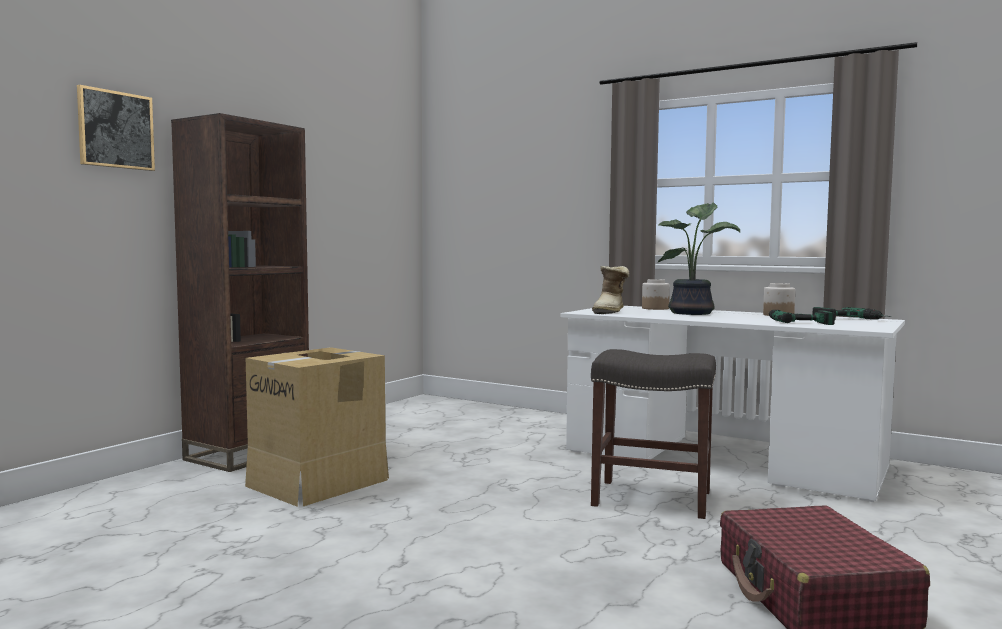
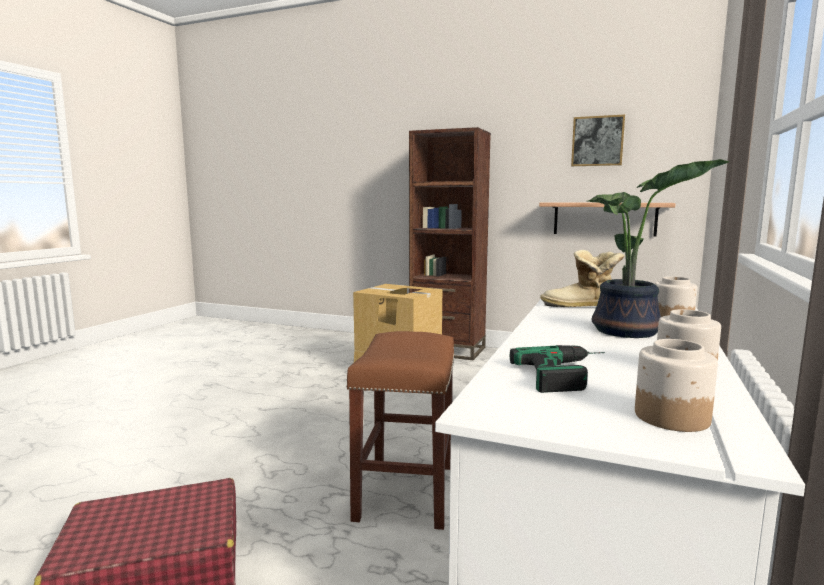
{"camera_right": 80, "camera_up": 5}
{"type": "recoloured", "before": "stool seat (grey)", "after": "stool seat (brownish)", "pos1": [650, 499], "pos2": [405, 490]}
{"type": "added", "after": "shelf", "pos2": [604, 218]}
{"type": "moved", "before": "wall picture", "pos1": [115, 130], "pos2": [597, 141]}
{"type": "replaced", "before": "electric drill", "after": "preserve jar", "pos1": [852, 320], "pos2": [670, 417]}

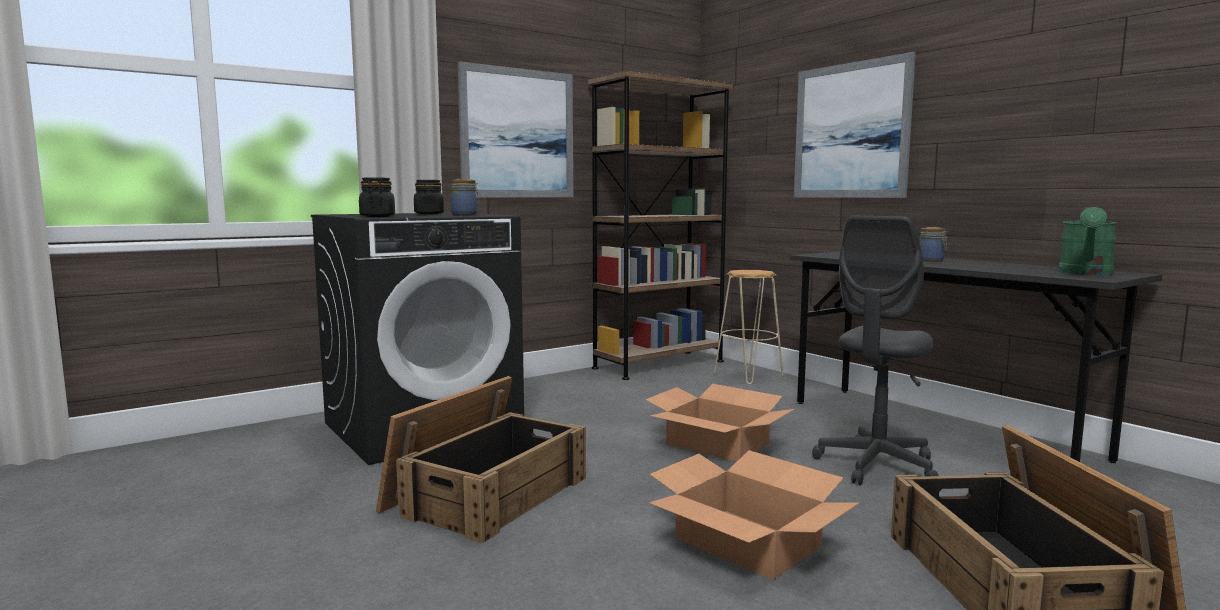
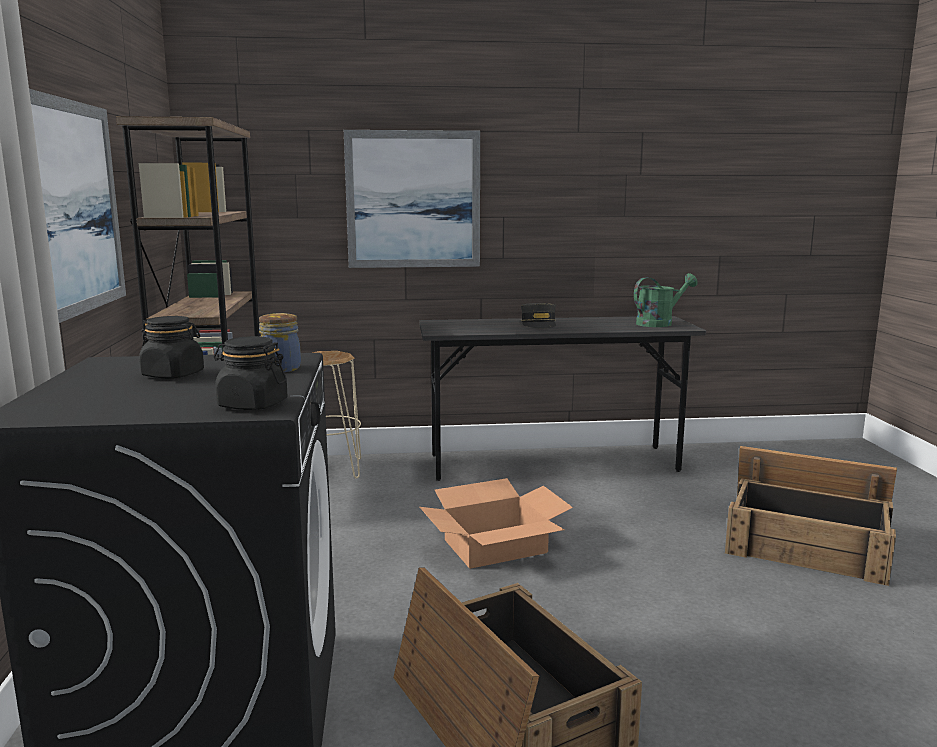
{"camera_right": -60, "camera_up": 5}
{"type": "replaced", "before": "preserve jar", "after": "baseball cap (grey)", "pos1": [931, 261], "pos2": [539, 324]}
{"type": "turned", "before": "watering can (green-coloured)", "pos1": [1086, 273], "pos2": [659, 323], "turn": -90}
{"type": "removed", "before": "packing box", "pos1": [747, 542]}
{"type": "removed", "before": "desk chair (grey)", "pos1": [876, 465]}

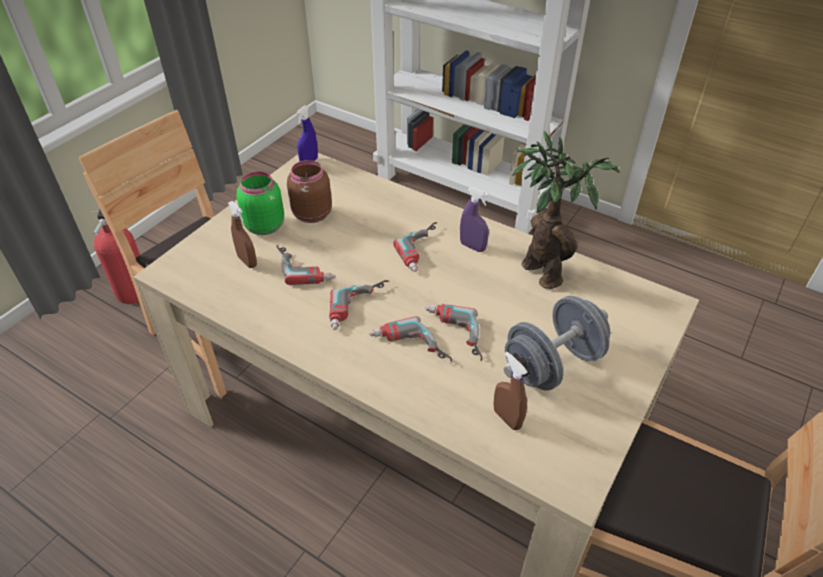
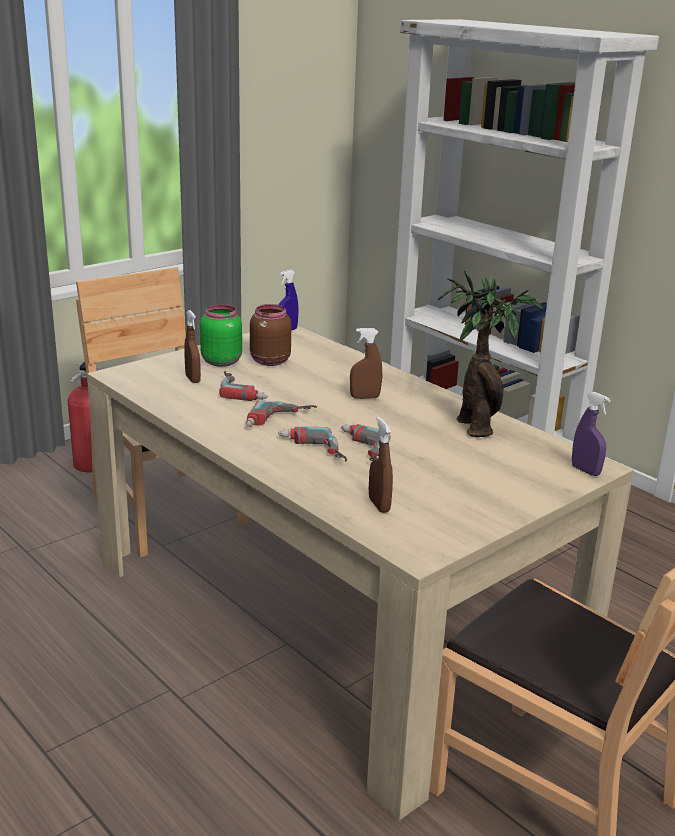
{"camera_right": 15, "camera_up": -20}
{"type": "replaced", "before": "electric drill", "after": "hand sprayer (brownish)", "pos1": [424, 250], "pos2": [365, 397]}
{"type": "moved", "before": "hand sprayer (purple-coloured)", "pos1": [472, 247], "pos2": [585, 471]}
{"type": "removed", "before": "hand weight (grey)", "pos1": [552, 364]}

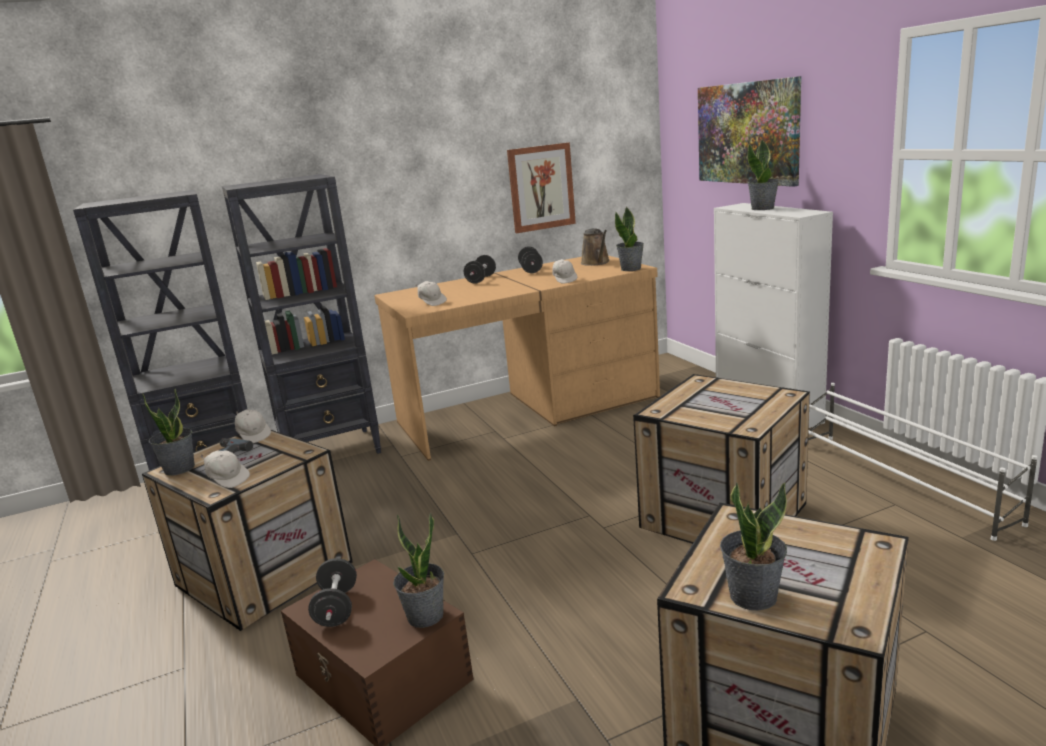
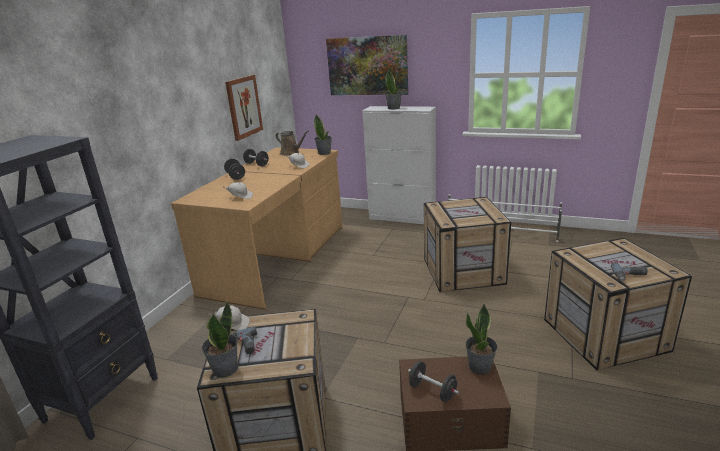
{"camera_right": -45, "camera_up": 5}
{"type": "replaced", "before": "potted plant", "after": "electric drill", "pos1": [752, 595], "pos2": [630, 276]}
{"type": "removed", "before": "baseball cap (white)", "pos1": [228, 479]}
{"type": "removed", "before": "bookshelf (blackish)", "pos1": [332, 451]}

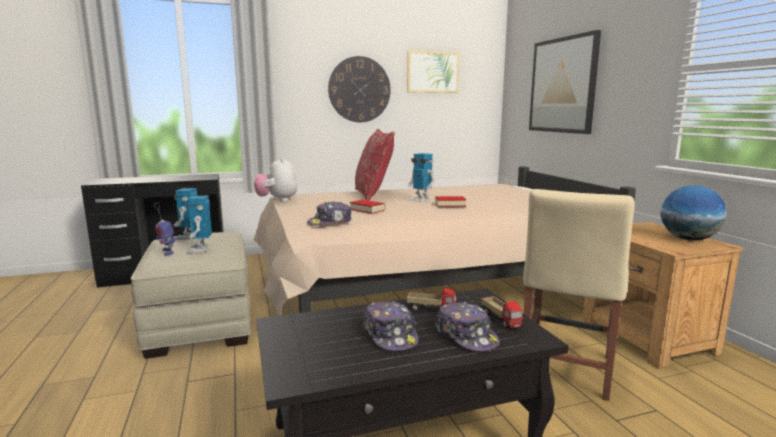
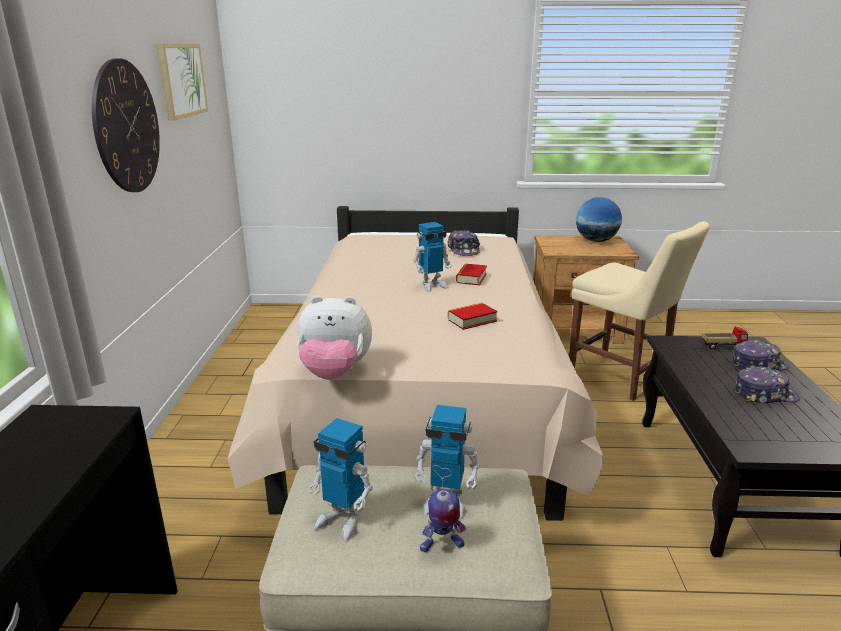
{"camera_right": -70, "camera_up": 10}
{"type": "moved", "before": "baseball cap", "pos1": [330, 222], "pos2": [463, 250]}
{"type": "removed", "before": "pillow (red-coloured)", "pos1": [373, 194]}
{"type": "removed", "before": "toy truck", "pos1": [431, 310]}
{"type": "removed", "before": "wall picture", "pos1": [563, 85]}

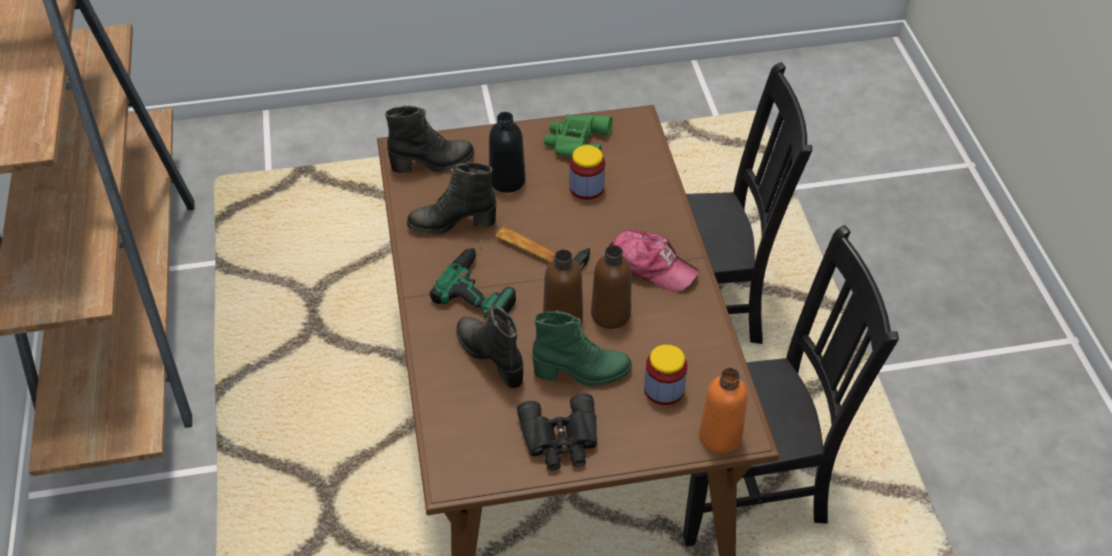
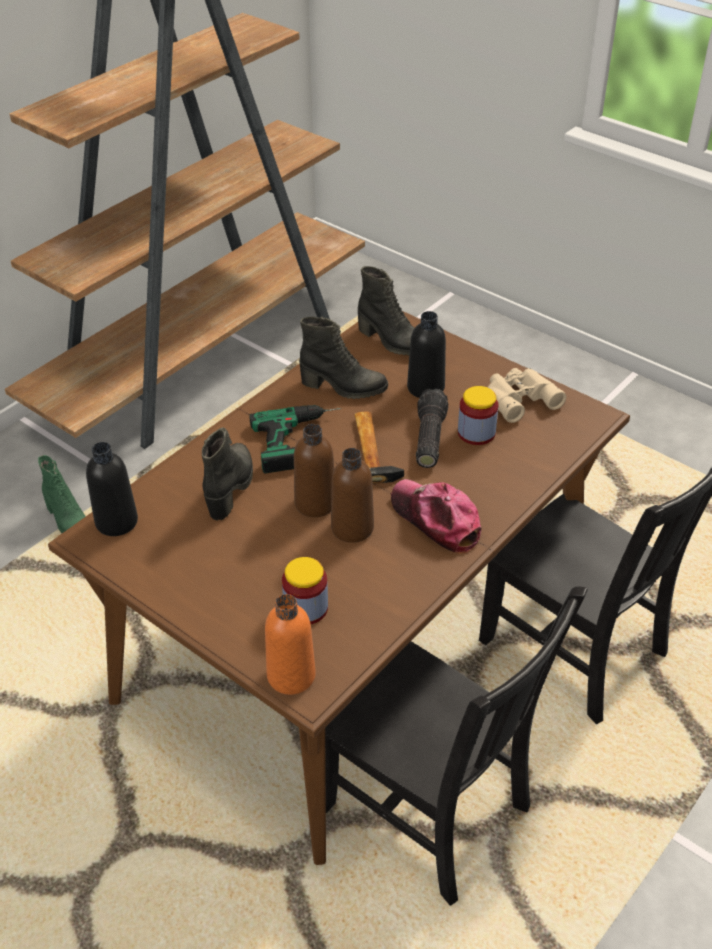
{"camera_right": 50, "camera_up": -5}
{"type": "moved", "before": "boot (green-coloured)", "pos1": [582, 373], "pos2": [68, 522]}
{"type": "added", "after": "drink bottle (blackish)", "pos2": [116, 522]}
{"type": "turned", "before": "boot (blackish)", "pos1": [452, 223], "pos2": [343, 387], "turn": 150}
{"type": "turned", "before": "baseball cap", "pos1": [650, 266], "pos2": [435, 520], "turn": 150}
{"type": "added", "after": "hand torch", "pos2": [428, 438]}
{"type": "recoloured", "before": "field glasses (green-coloured)", "after": "field glasses (beige-coloured)", "pos1": [575, 142], "pos2": [518, 398]}
{"type": "removed", "before": "field glasses (blackish)", "pos1": [561, 439]}

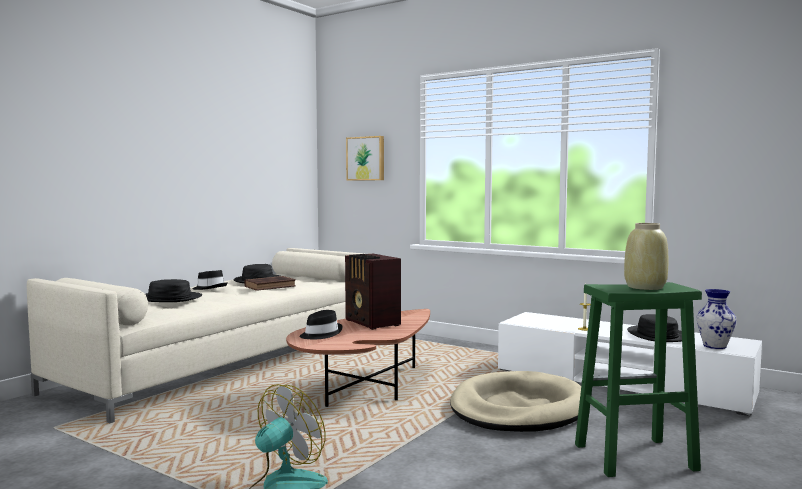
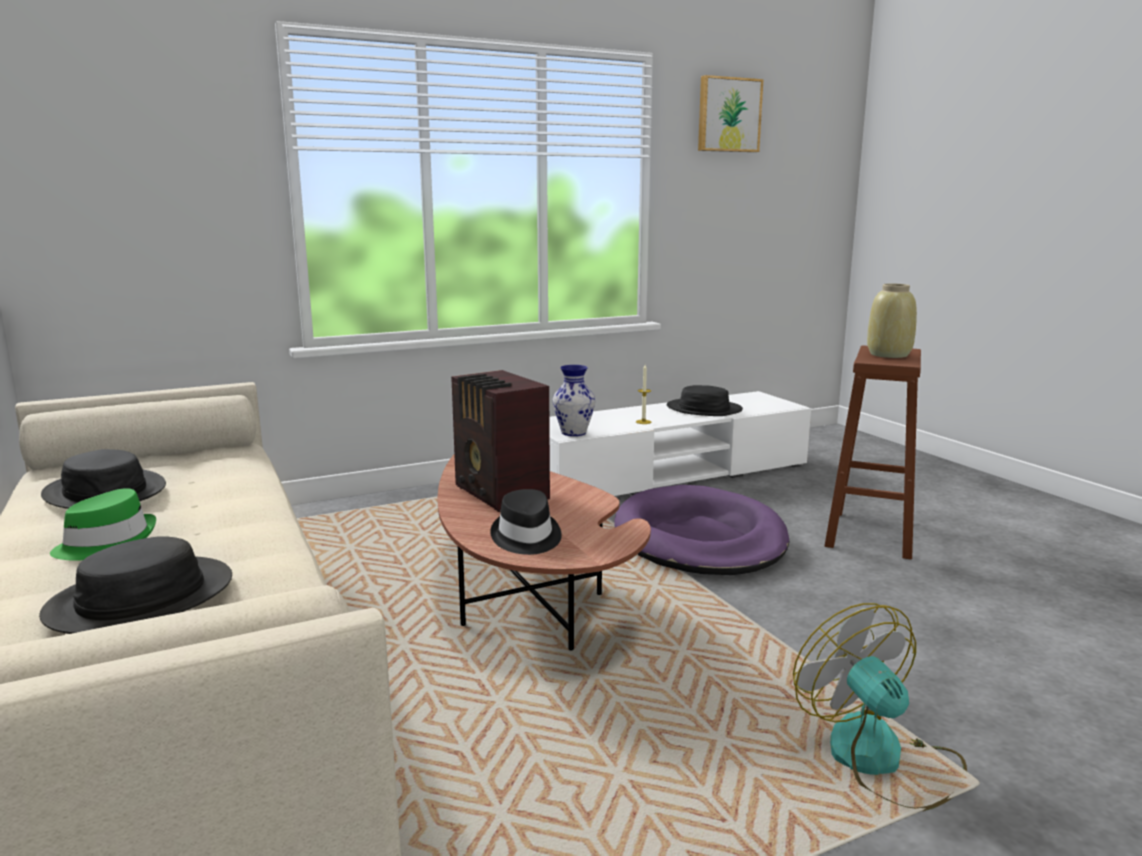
{"camera_right": -60, "camera_up": 10}
{"type": "recoloured", "before": "wearable hat (blackish)", "after": "wearable hat (green-coloured)", "pos1": [210, 288], "pos2": [107, 542]}
{"type": "turned", "before": "radio receiver", "pos1": [372, 323], "pos2": [500, 494], "turn": 60}
{"type": "moved", "before": "decorative vase", "pos1": [714, 346], "pos2": [573, 433]}
{"type": "recoloured", "before": "pet bed (beige-coloured)", "after": "pet bed (purple-coloured)", "pos1": [518, 408], "pos2": [699, 539]}
{"type": "moved", "before": "wall picture", "pos1": [366, 158], "pos2": [728, 115]}
{"type": "recoloured", "before": "stool seat (green-coloured)", "after": "stool seat (brownish)", "pos1": [633, 457], "pos2": [870, 535]}
{"type": "removed", "before": "volume (brownish)", "pos1": [271, 286]}

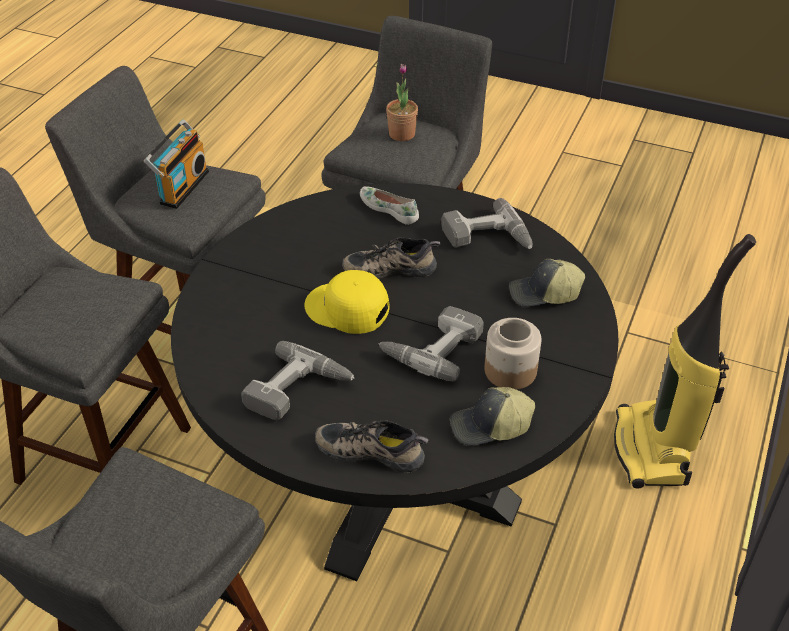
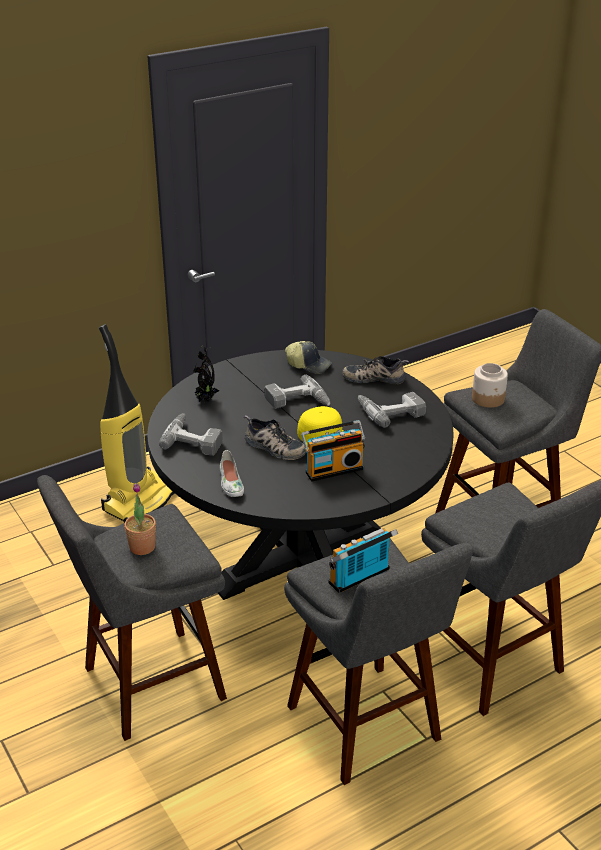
{"camera_right": -145, "camera_up": -10}
{"type": "replaced", "before": "baseball cap", "after": "potted plant", "pos1": [544, 294], "pos2": [205, 400]}
{"type": "added", "after": "radio receiver", "pos2": [333, 469]}
{"type": "turned", "before": "shoe", "pos1": [372, 450], "pos2": [374, 377], "turn": 135}
{"type": "moved", "before": "preserve jar", "pos1": [509, 371], "pos2": [488, 399]}

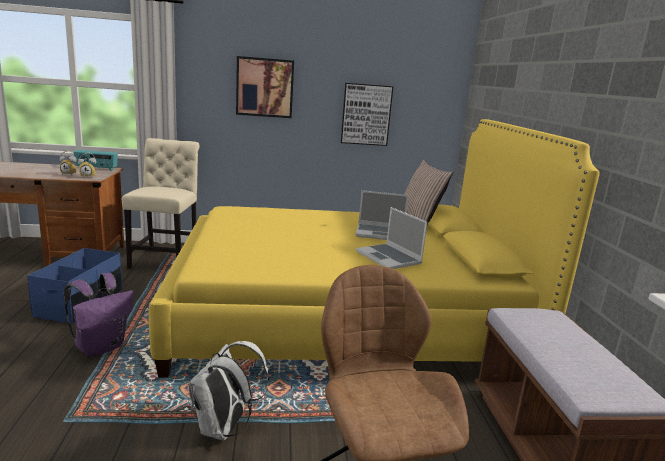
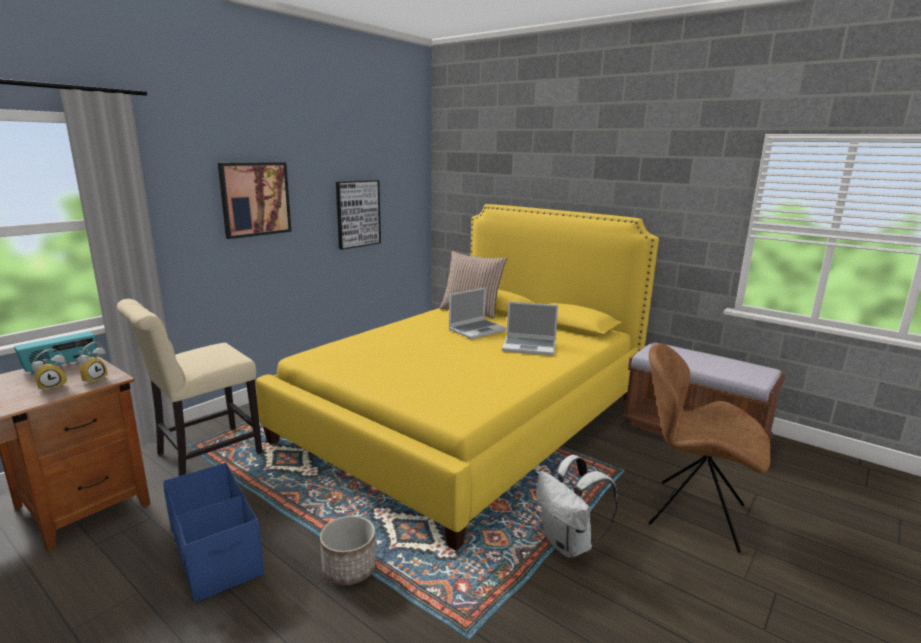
{"camera_right": -45, "camera_up": 0}
{"type": "turned", "before": "upright chair (beige-coloured)", "pos1": [166, 259], "pos2": [203, 455], "turn": -90}
{"type": "replaced", "before": "rucksack (purple-coloured)", "after": "flower pot", "pos1": [101, 347], "pos2": [349, 568]}

